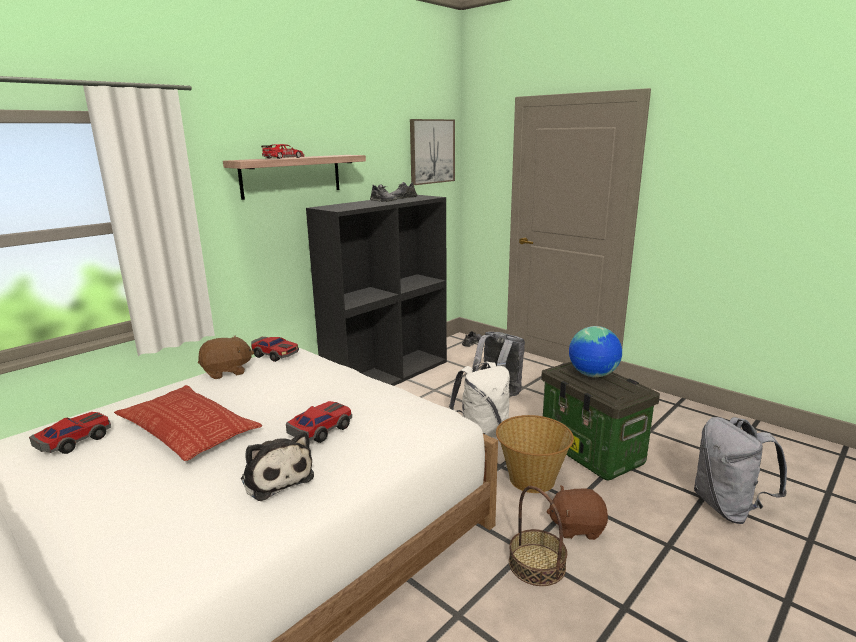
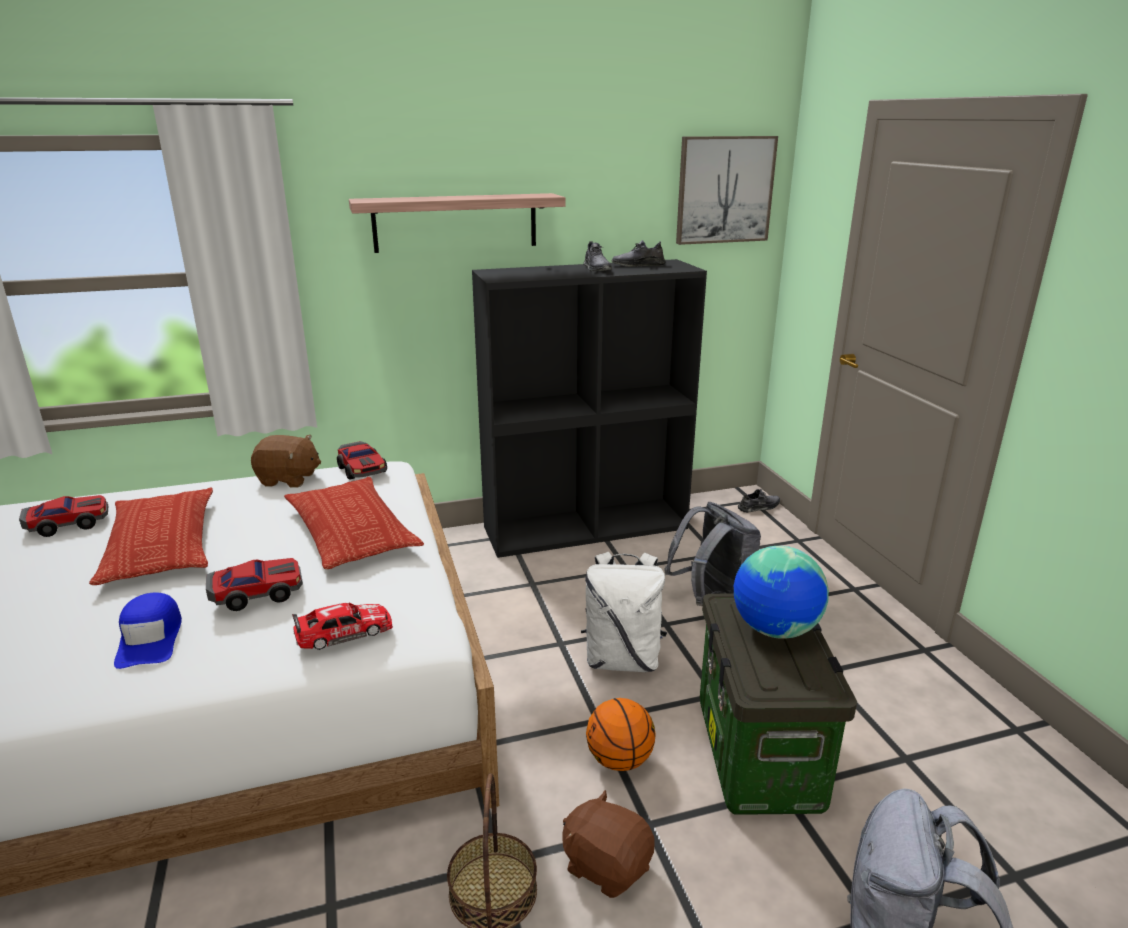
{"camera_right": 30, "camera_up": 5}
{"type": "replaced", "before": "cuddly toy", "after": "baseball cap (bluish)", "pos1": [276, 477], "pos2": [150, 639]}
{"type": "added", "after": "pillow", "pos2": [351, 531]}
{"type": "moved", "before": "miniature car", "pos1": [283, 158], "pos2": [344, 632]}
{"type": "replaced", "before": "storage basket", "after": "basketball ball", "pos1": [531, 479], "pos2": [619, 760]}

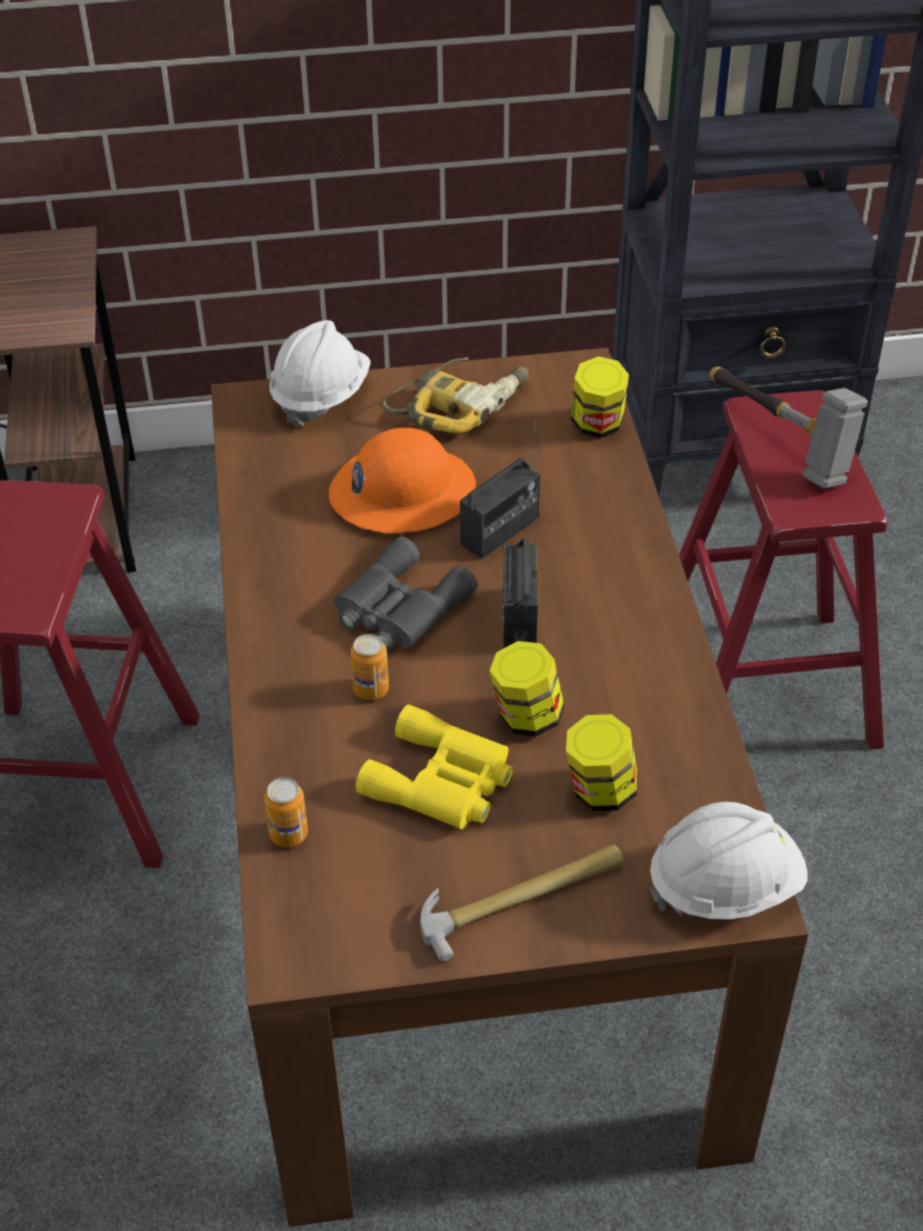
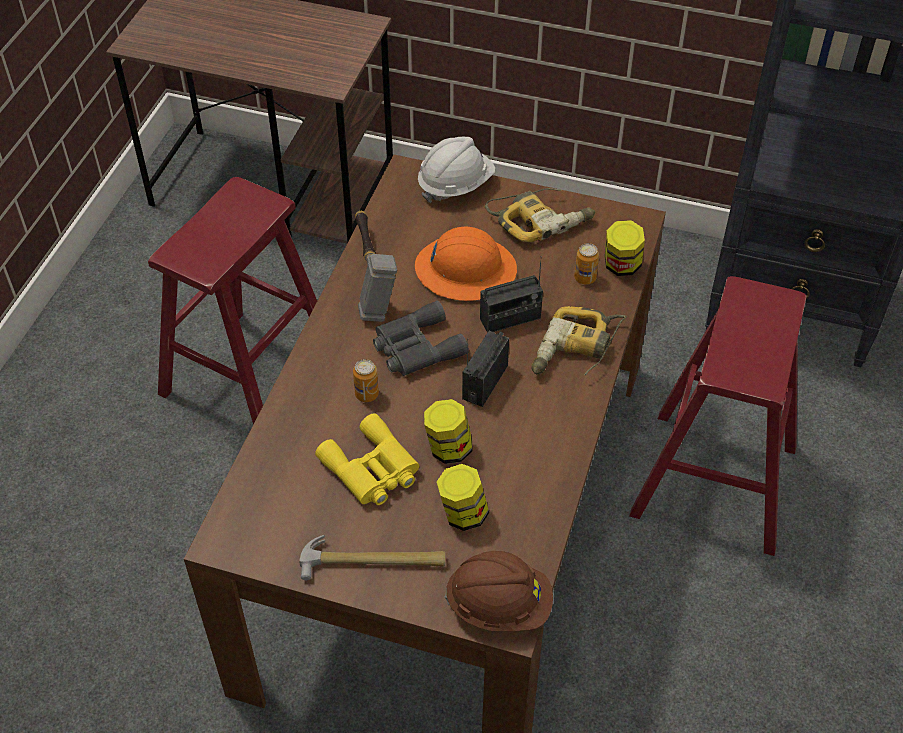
{"camera_right": 25, "camera_up": 5}
{"type": "moved", "before": "hand hammer", "pos1": [779, 442], "pos2": [371, 277]}
{"type": "recoloured", "before": "hard hat (white)", "after": "hard hat (brownish)", "pos1": [724, 886], "pos2": [499, 605]}
{"type": "added", "after": "electric drill", "pos2": [576, 351]}
{"type": "moved", "before": "metal can", "pos1": [288, 834], "pos2": [585, 278]}

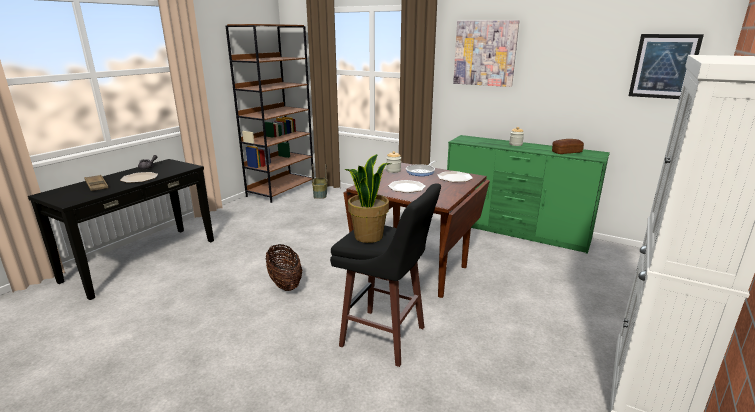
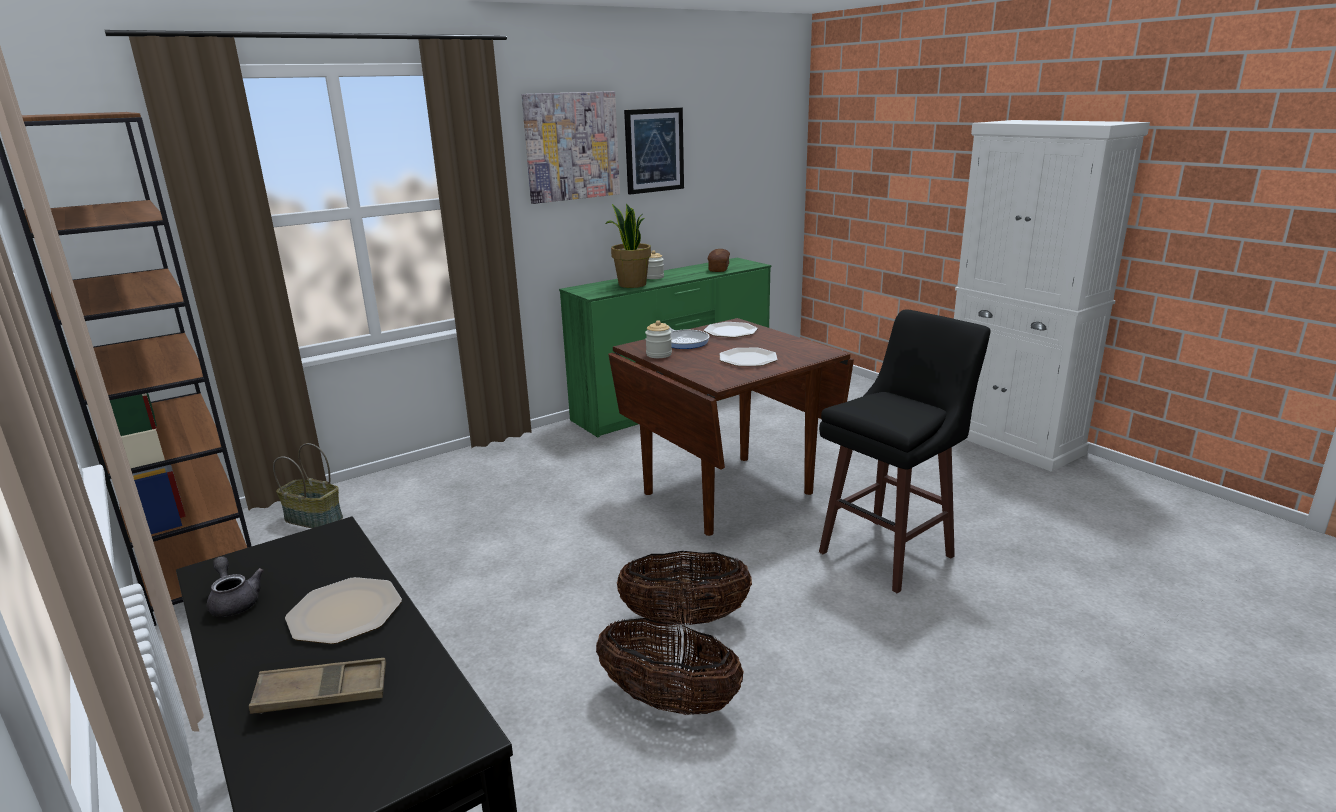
{"camera_right": -65, "camera_up": 0}
{"type": "added", "after": "storage basket", "pos2": [668, 701]}
{"type": "moved", "before": "potted plant", "pos1": [368, 236], "pos2": [631, 284]}
{"type": "moved", "before": "wall picture", "pos1": [664, 66], "pos2": [654, 150]}

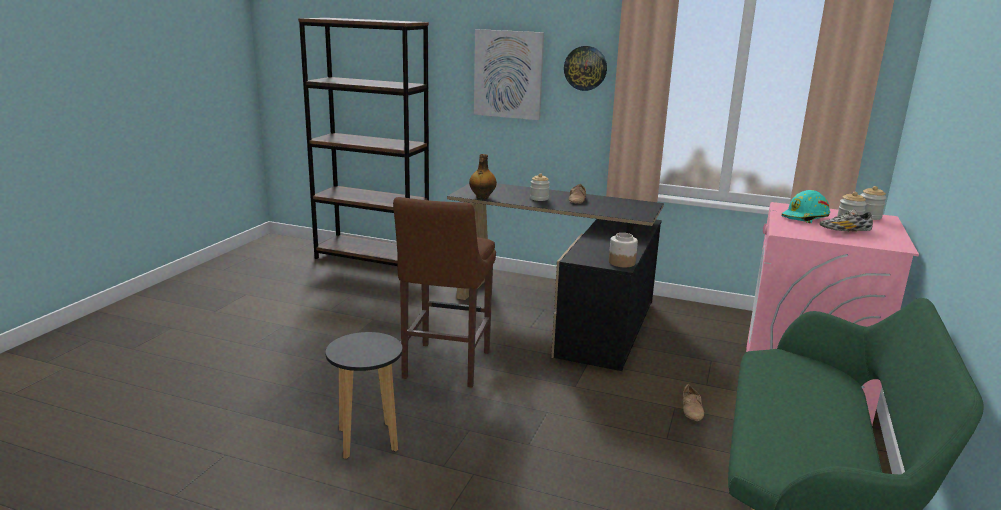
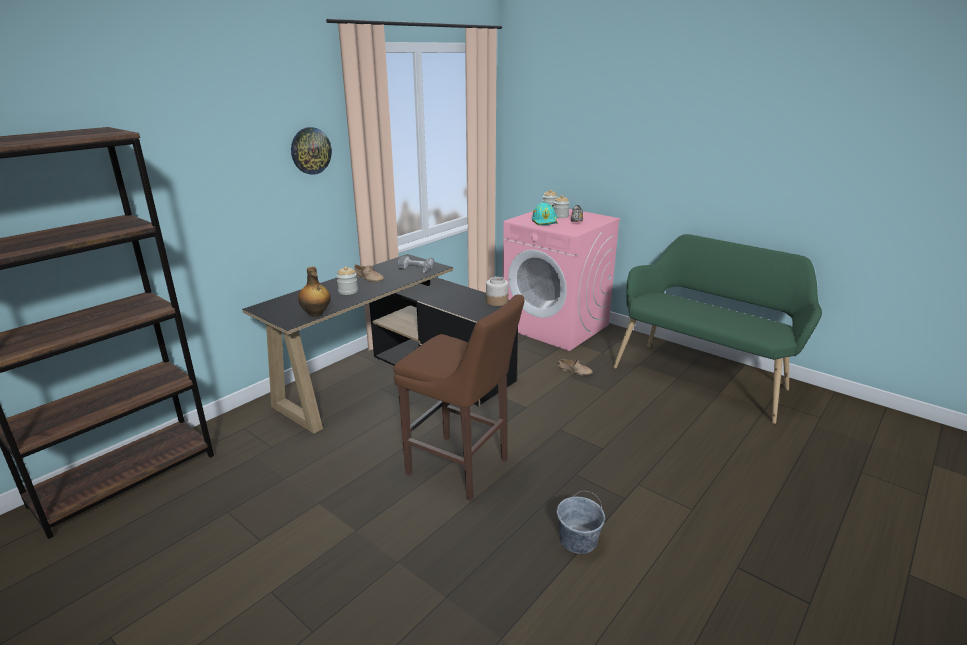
{"camera_right": -70, "camera_up": 5}
{"type": "added", "after": "electric drill", "pos2": [415, 270]}
{"type": "replaced", "before": "stool seat (blackish)", "after": "bucket (grey)", "pos1": [367, 440], "pos2": [577, 540]}
{"type": "removed", "before": "wall picture", "pos1": [508, 74]}

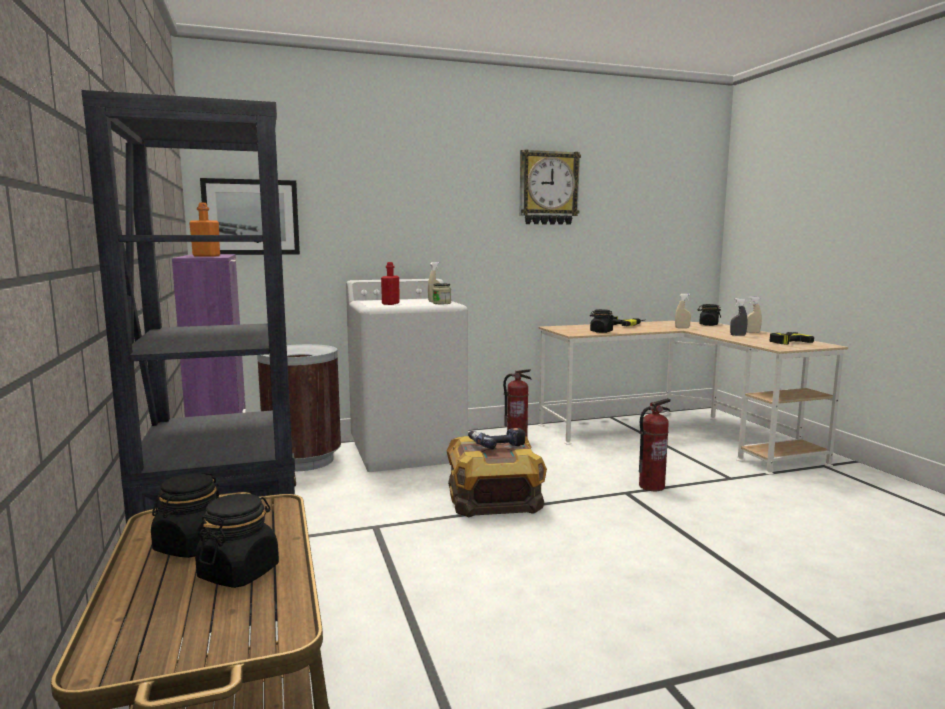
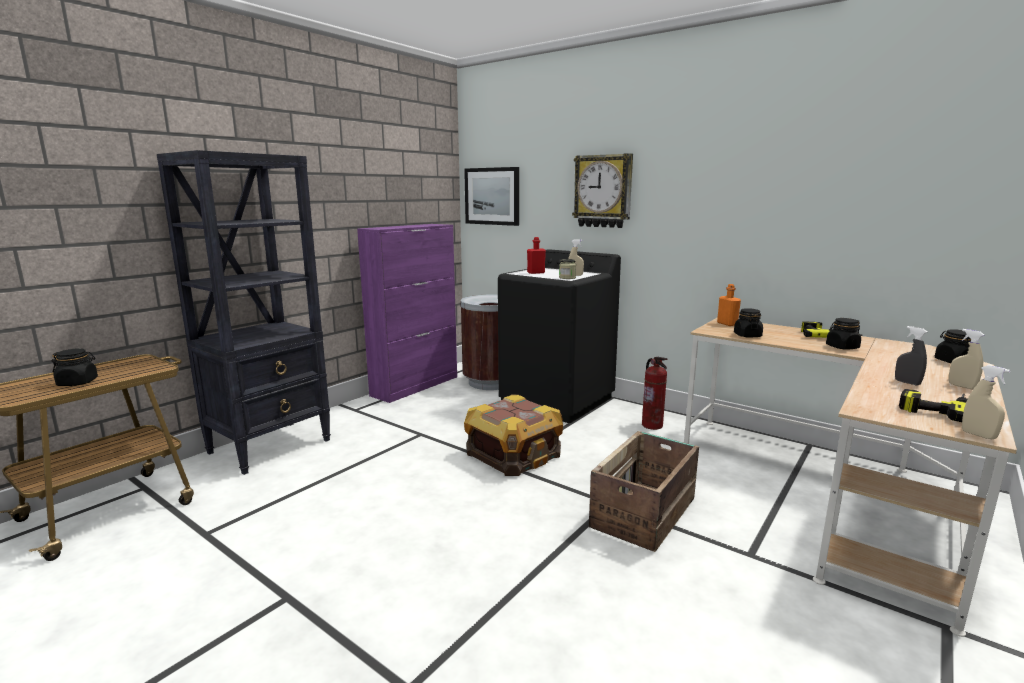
{"camera_right": 55, "camera_up": 5}
{"type": "recoloured", "before": "laundry machine (white)", "after": "laundry machine (blackish)", "pos1": [408, 450], "pos2": [557, 400]}
{"type": "moved", "before": "clock on the wall", "pos1": [548, 188], "pos2": [603, 191]}
{"type": "replaced", "before": "extinguisher", "after": "shipping crate", "pos1": [651, 486], "pos2": [645, 512]}
{"type": "moved", "before": "drink bottle (orangey)", "pos1": [206, 256], "pos2": [727, 324]}
{"type": "moved", "before": "preserve jar (blackish)", "pos1": [192, 546], "pos2": [842, 347]}
{"type": "moved", "before": "hand sprayer (beige-coloured)", "pos1": [682, 328], "pos2": [978, 435]}
{"type": "removed", "before": "electric drill", "pos1": [496, 444]}

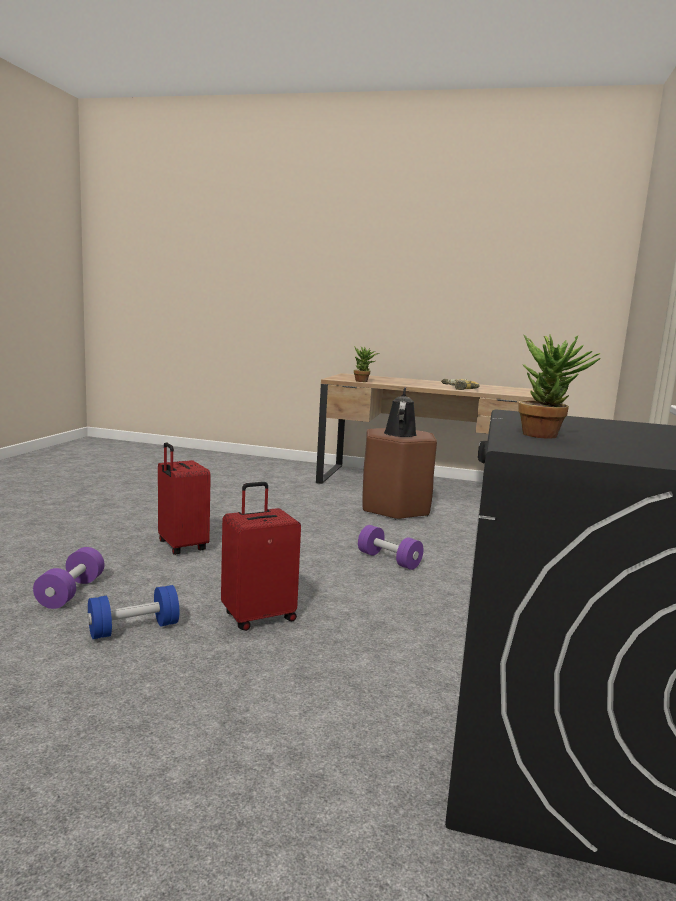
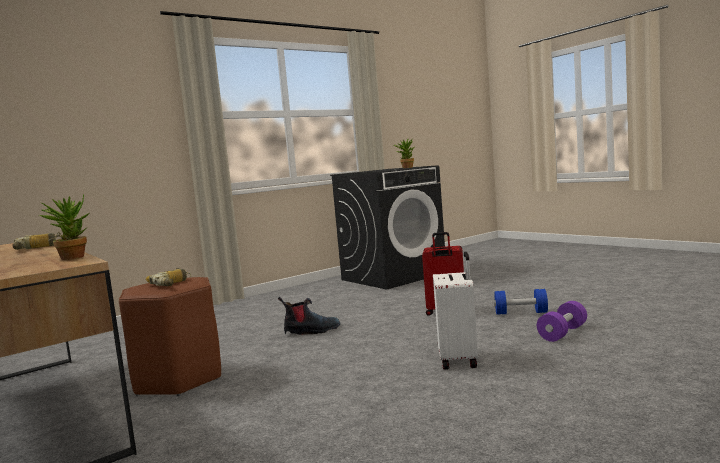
{"camera_right": -140, "camera_up": -5}
{"type": "replaced", "before": "watering can (blackish)", "after": "electric drill", "pos1": [400, 433], "pos2": [172, 283]}
{"type": "replaced", "before": "hand weight (purple-coloured)", "after": "boot", "pos1": [389, 560], "pos2": [311, 331]}
{"type": "recoloured", "before": "travel case (red-coloured)", "after": "travel case (white)", "pos1": [181, 546], "pos2": [459, 360]}

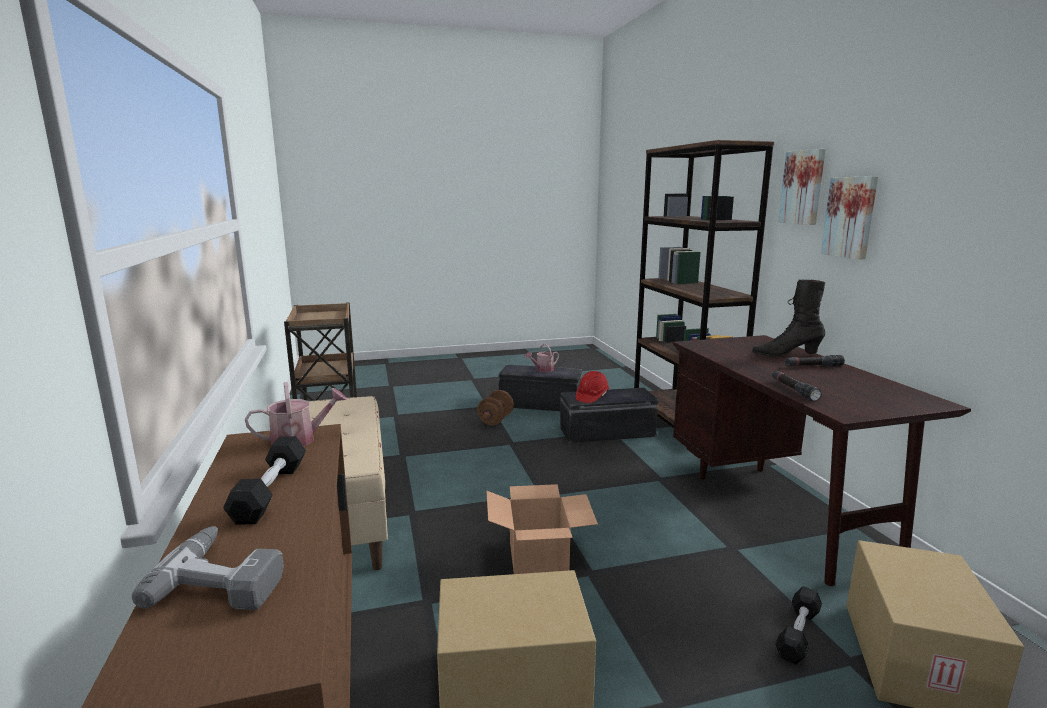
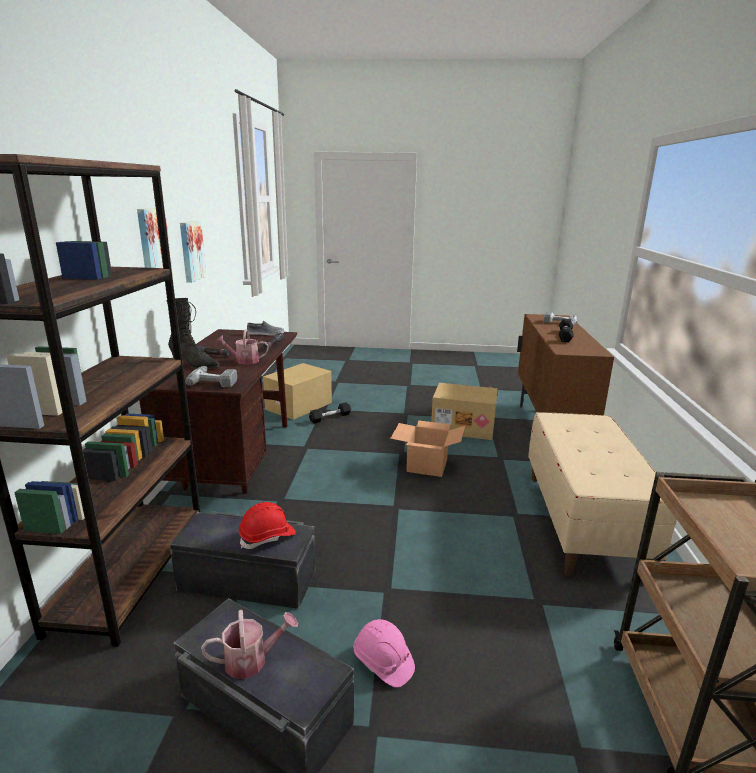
{"camera_right": -160, "camera_up": 5}
{"type": "moved", "before": "wall picture", "pos1": [803, 187], "pos2": [191, 251]}
{"type": "added", "after": "electric drill", "pos2": [215, 380]}
{"type": "moved", "before": "watering can", "pos1": [300, 440], "pos2": [244, 361]}
{"type": "added", "after": "shoe (grey)", "pos2": [265, 333]}
{"type": "replaced", "before": "hand weight (brownish)", "after": "hard hat (pink-coloured)", "pos1": [495, 420], "pos2": [383, 662]}

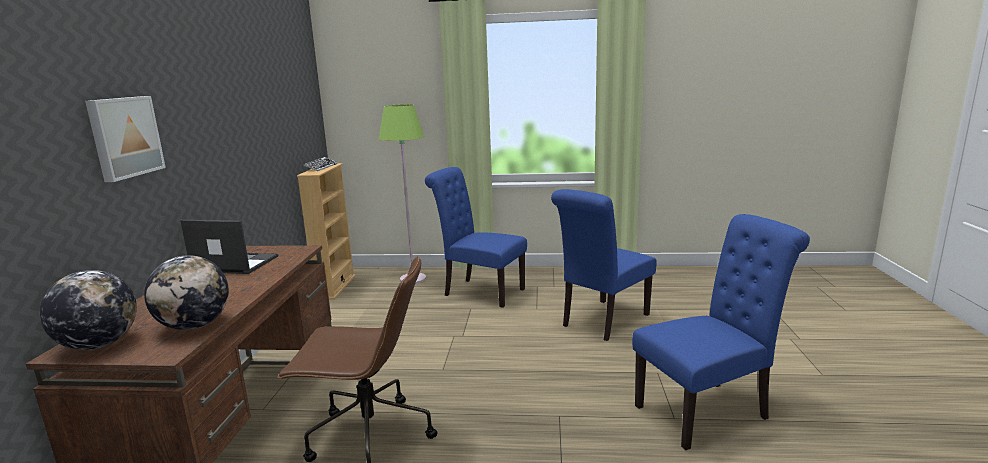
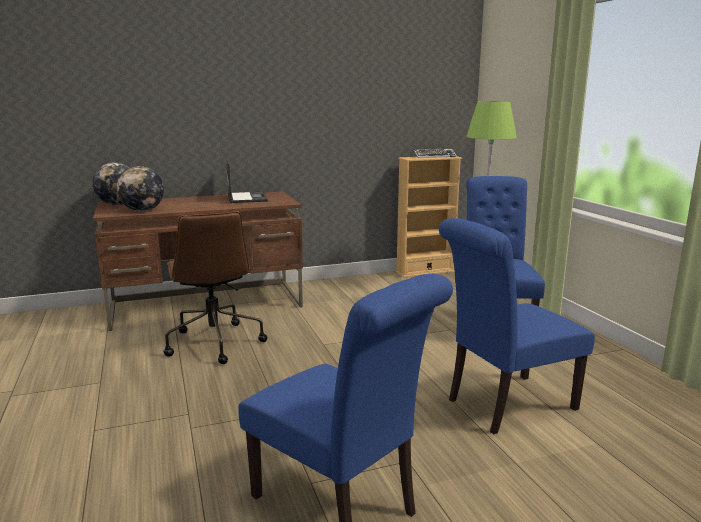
{"camera_right": 65, "camera_up": 0}
{"type": "turned", "before": "upright chair (bluish)", "pos1": [602, 321], "pos2": [504, 405], "turn": -45}
{"type": "removed", "before": "wall picture", "pos1": [124, 137]}

